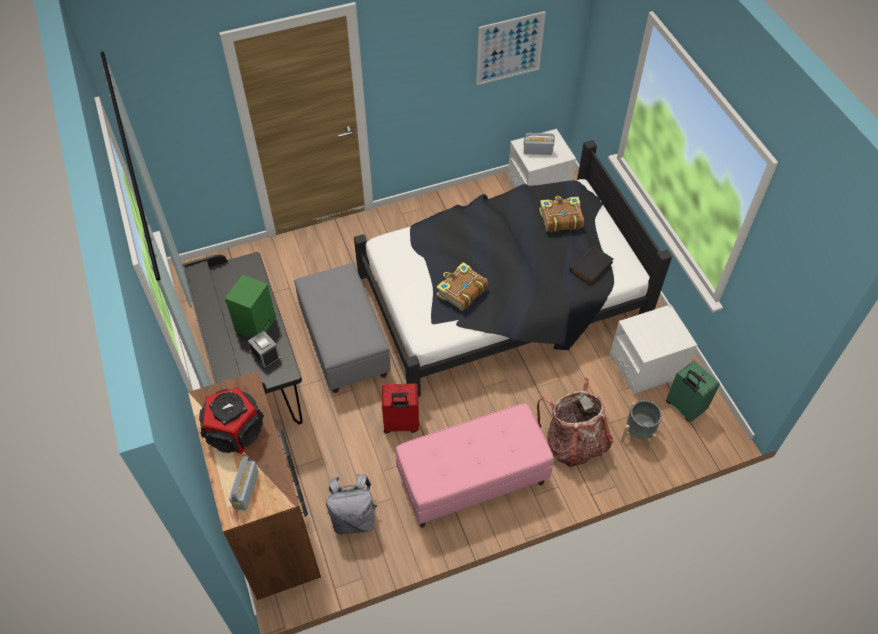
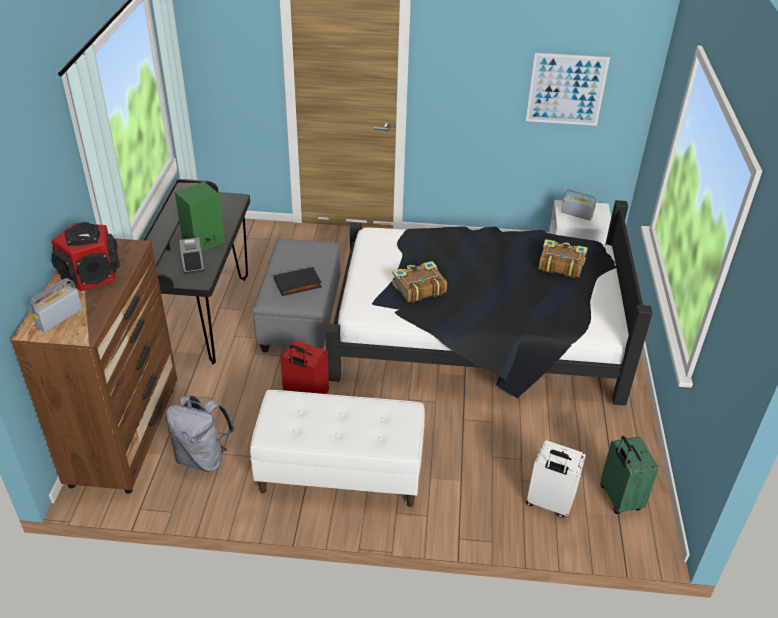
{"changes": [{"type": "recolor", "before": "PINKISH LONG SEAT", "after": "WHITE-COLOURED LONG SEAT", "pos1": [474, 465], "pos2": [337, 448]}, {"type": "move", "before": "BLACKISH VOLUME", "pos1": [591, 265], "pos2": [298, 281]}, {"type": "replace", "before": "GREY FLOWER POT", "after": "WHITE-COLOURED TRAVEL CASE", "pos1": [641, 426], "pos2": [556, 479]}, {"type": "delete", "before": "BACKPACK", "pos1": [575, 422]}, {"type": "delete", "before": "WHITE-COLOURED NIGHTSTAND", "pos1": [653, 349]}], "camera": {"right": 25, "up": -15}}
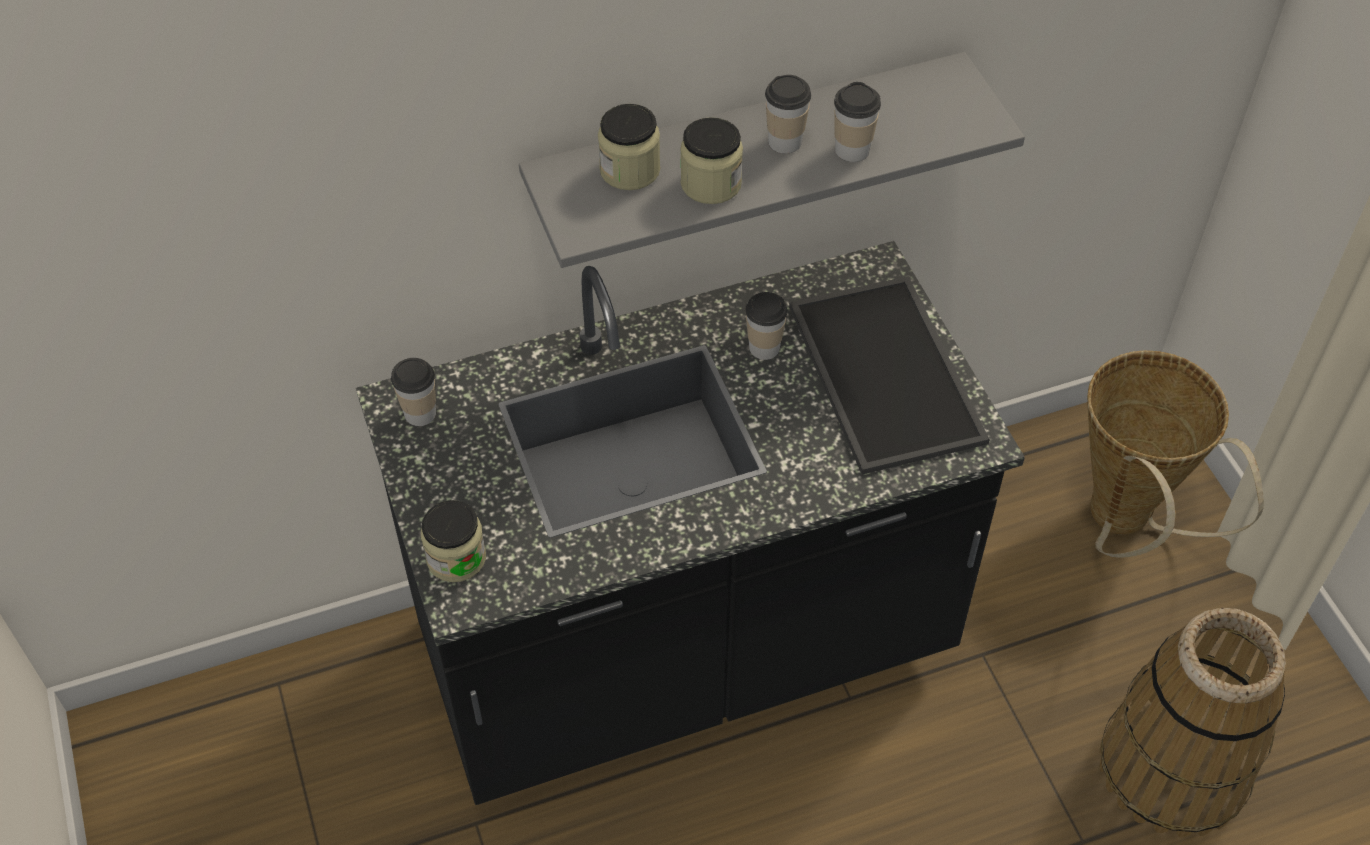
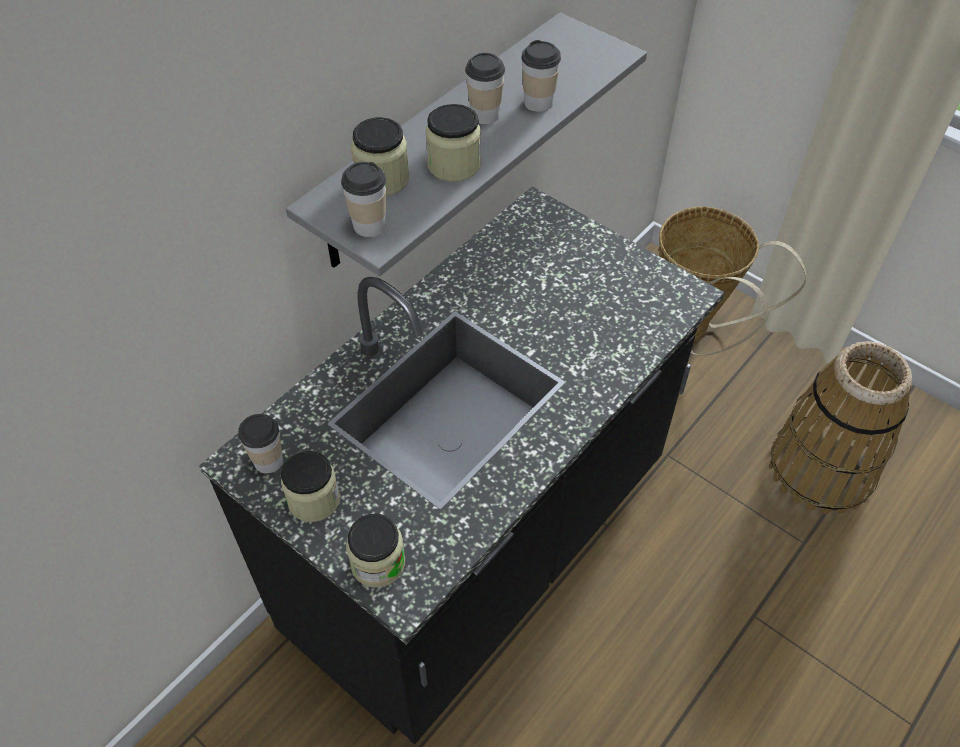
{"changes": [{"type": "insert", "after": "PRESERVE JAR", "pos2": [310, 486]}, {"type": "move", "before": "SMALL CUP", "pos1": [766, 326], "pos2": [363, 199]}, {"type": "delete", "before": "TRAY", "pos1": [889, 375]}], "camera": {"right": -30, "up": 0}}
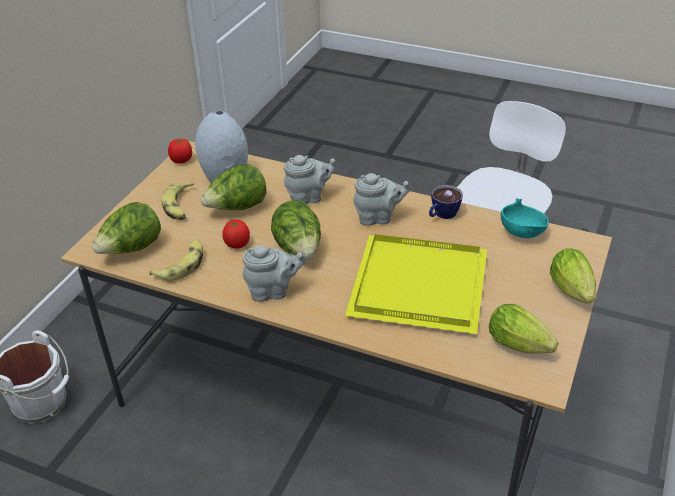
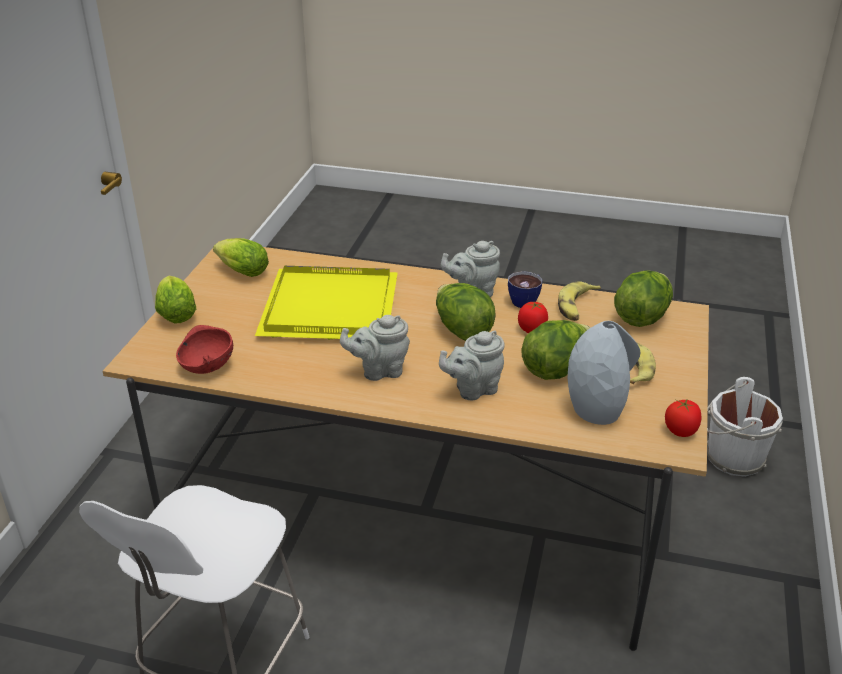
{"changes": [{"type": "recolor", "before": "TURQUOISE BOWL", "after": "RED-COLOURED BOWL", "pos1": [525, 218], "pos2": [204, 349]}, {"type": "move", "before": "SMALL CUP", "pos1": [446, 202], "pos2": [525, 289]}], "camera": {"right": 170, "up": -5}}
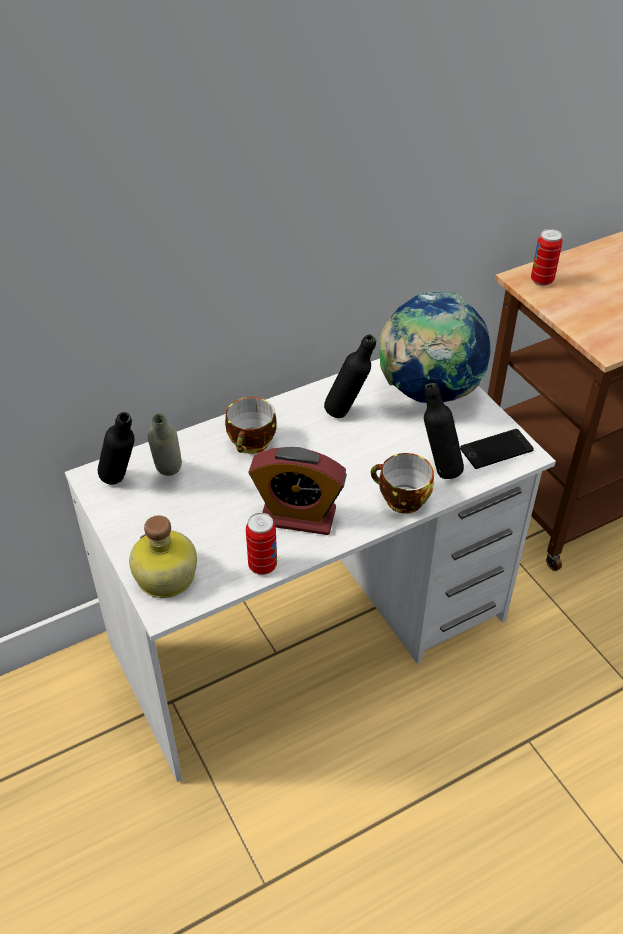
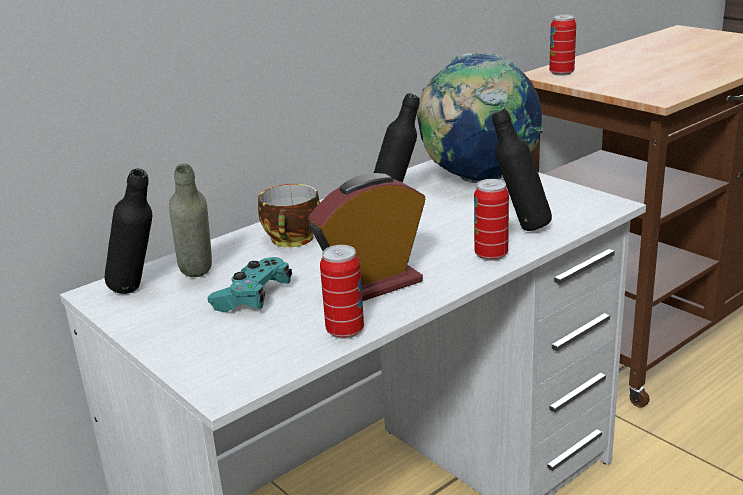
{"changes": [{"type": "insert", "after": "TURQUOISE GAME CONTROLLER", "pos2": [249, 284]}, {"type": "rotate", "before": "TABLE CLOCK", "pos1": [297, 491], "pos2": [367, 237], "turn": 150}, {"type": "replace", "before": "SMALL CUP", "after": "SEALED CAN", "pos1": [402, 483], "pos2": [491, 220]}, {"type": "delete", "before": "BOTTLE", "pos1": [163, 556]}, {"type": "delete", "before": "PHONE", "pos1": [497, 449]}], "camera": {"right": -10, "up": -20}}
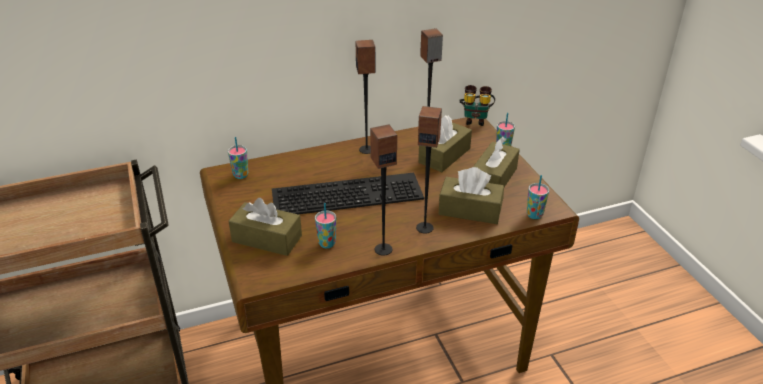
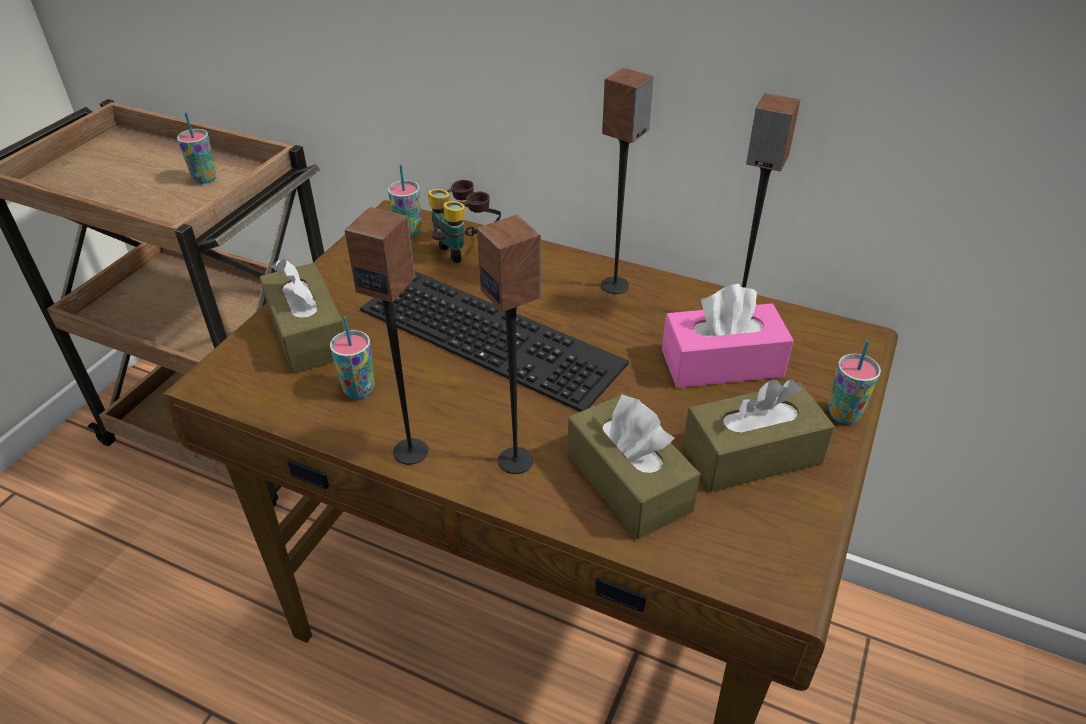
{"changes": [{"type": "move", "before": "SMALL CUP", "pos1": [538, 197], "pos2": [196, 148]}, {"type": "move", "before": "BINOCULARS", "pos1": [477, 105], "pos2": [464, 221]}, {"type": "recolor", "before": "BROWN-COLOURED TISSUE BOX", "after": "PINKISH TISSUE BOX", "pos1": [445, 143], "pos2": [728, 336]}], "camera": {"right": 45, "up": 5}}
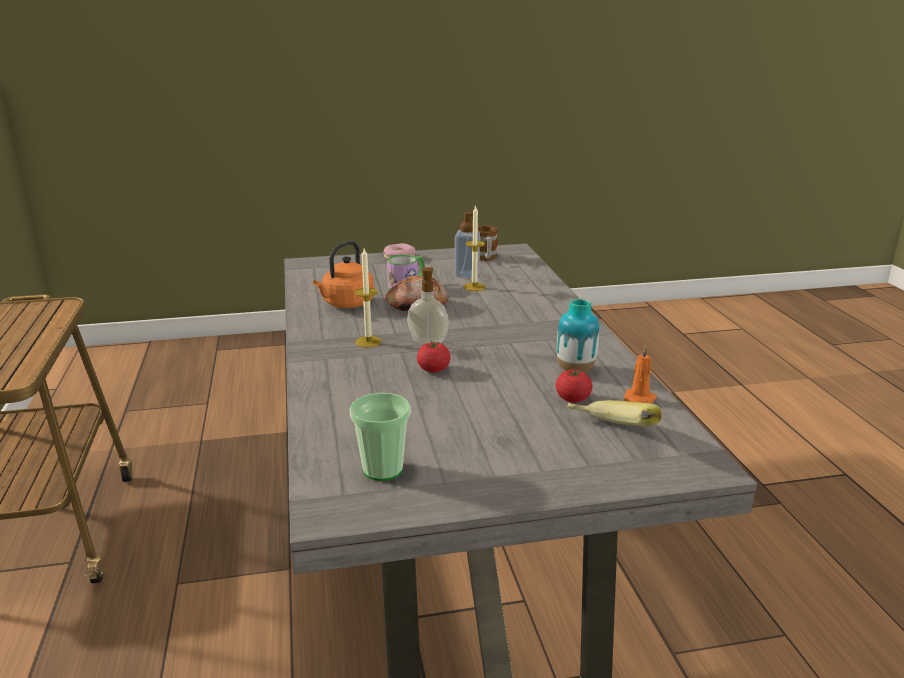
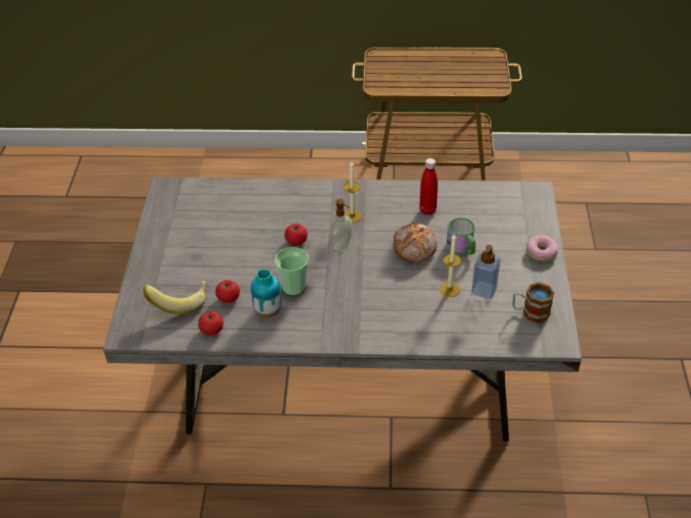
{"changes": [{"type": "replace", "before": "ORANGE-COLOURED WAX CANDLE", "after": "FRESH TOMATO", "pos1": [640, 374], "pos2": [211, 323]}, {"type": "move", "before": "SMALL CUP", "pos1": [380, 437], "pos2": [292, 271]}, {"type": "replace", "before": "ORANGE-COLOURED TEA KETTLE", "after": "RED-COLOURED BOTTLE", "pos1": [343, 274], "pos2": [429, 186]}], "camera": {"right": 105, "up": 20}}
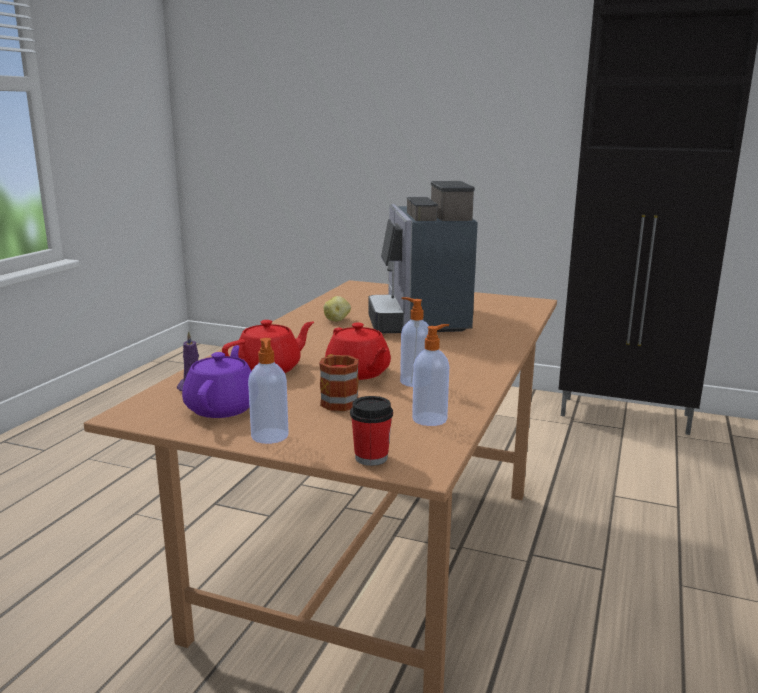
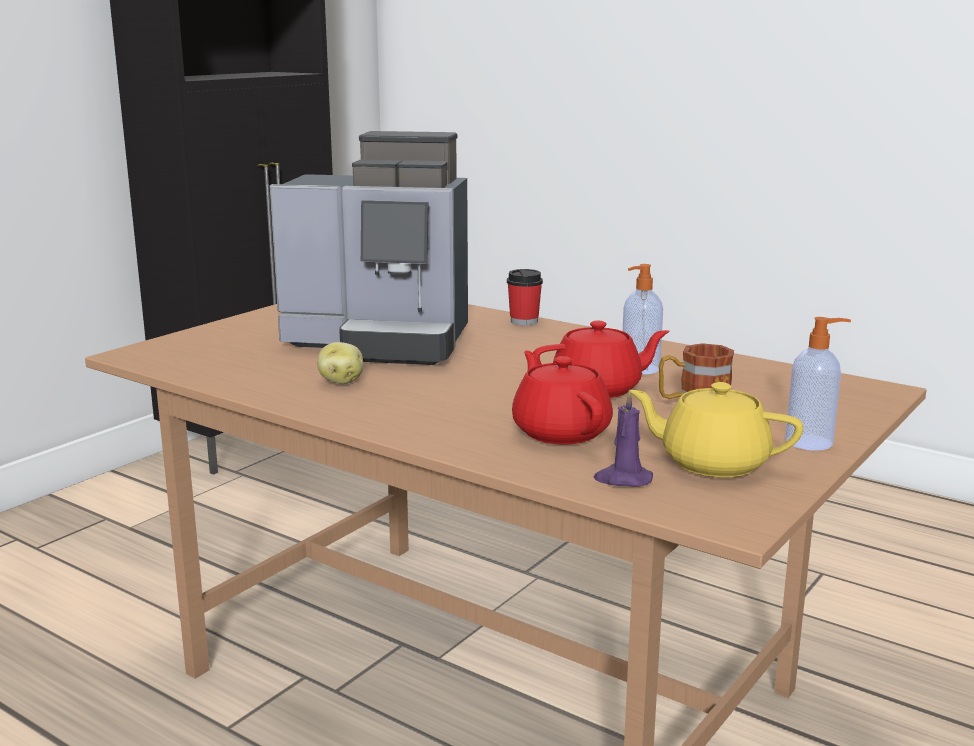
{"changes": [{"type": "move", "before": "SMALL CUP", "pos1": [371, 431], "pos2": [525, 297]}, {"type": "recolor", "before": "PURPLE-COLOURED POT FOR TEA", "after": "YELLOWISH POT FOR TEA", "pos1": [216, 381], "pos2": [715, 430]}, {"type": "delete", "before": "SOAP DISPENSER", "pos1": [430, 375]}], "camera": {"right": -75, "up": 0}}
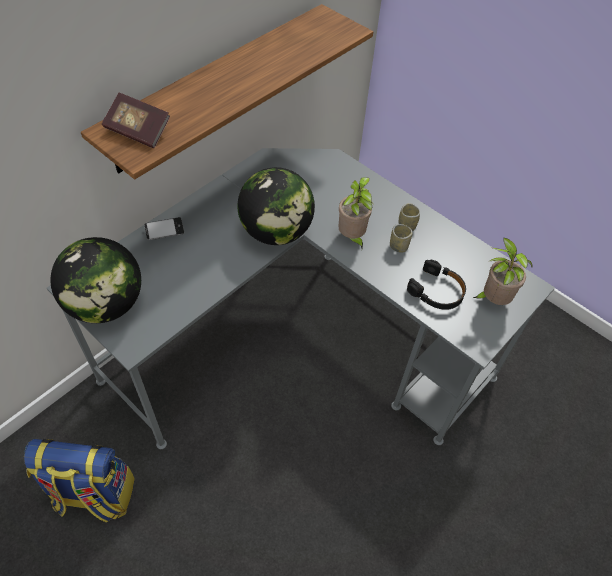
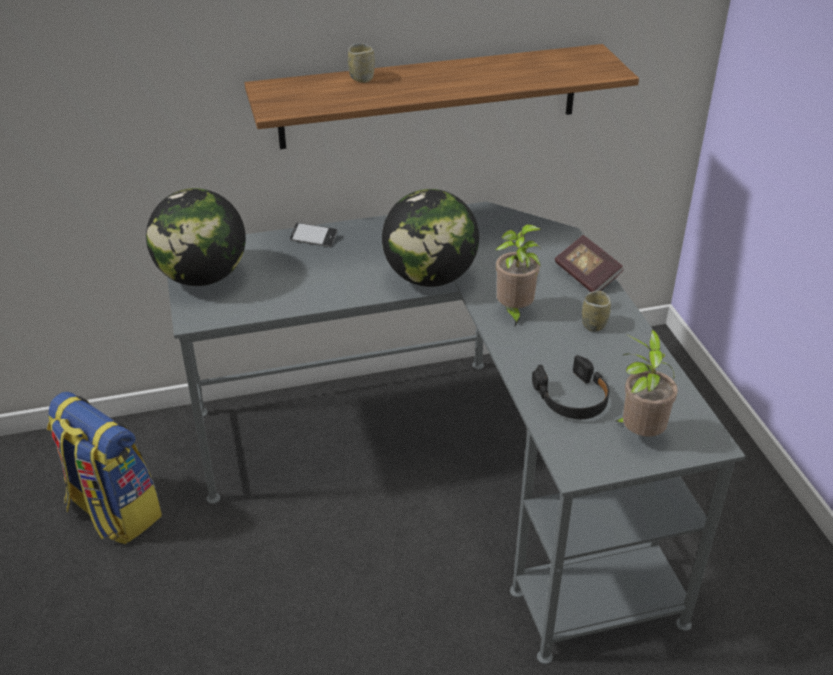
{"changes": [{"type": "move", "before": "SMALL CUP", "pos1": [401, 238], "pos2": [361, 63]}, {"type": "move", "before": "VOLUME", "pos1": [136, 120], "pos2": [589, 263]}], "camera": {"right": 35, "up": -15}}
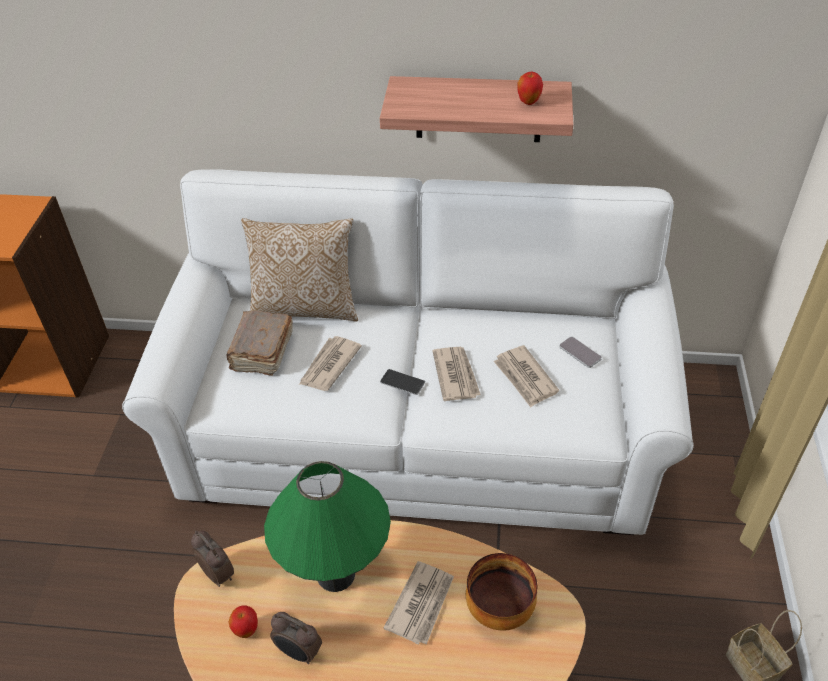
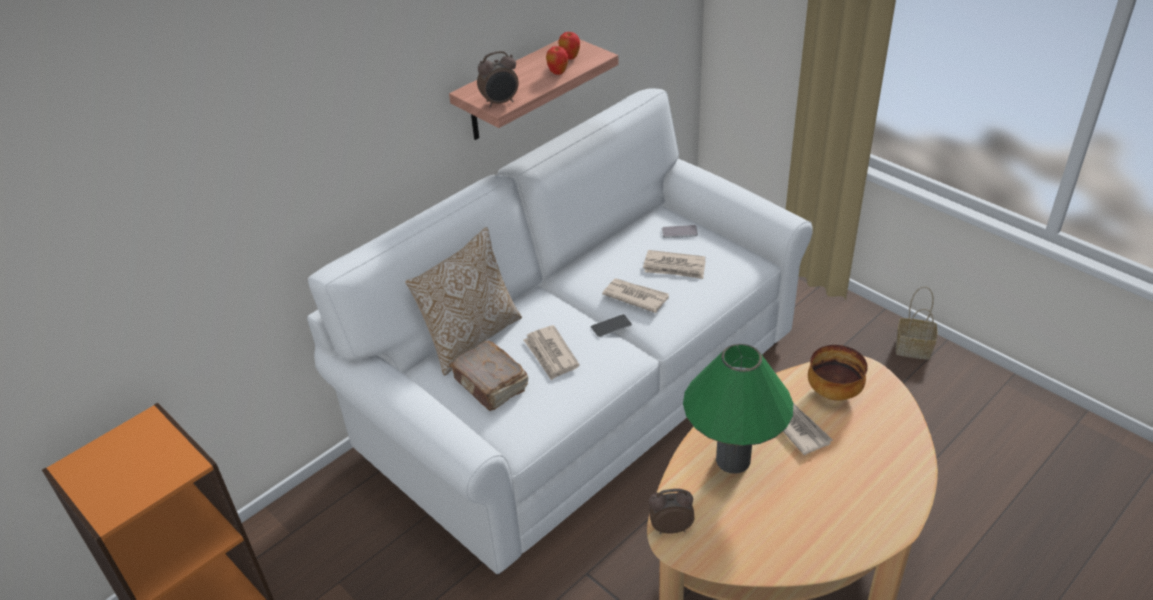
{"changes": [{"type": "move", "before": "TABLE CLOCK", "pos1": [296, 638], "pos2": [498, 79]}, {"type": "move", "before": "APPLE FRUIT", "pos1": [243, 621], "pos2": [557, 60]}], "camera": {"right": -50, "up": -5}}
